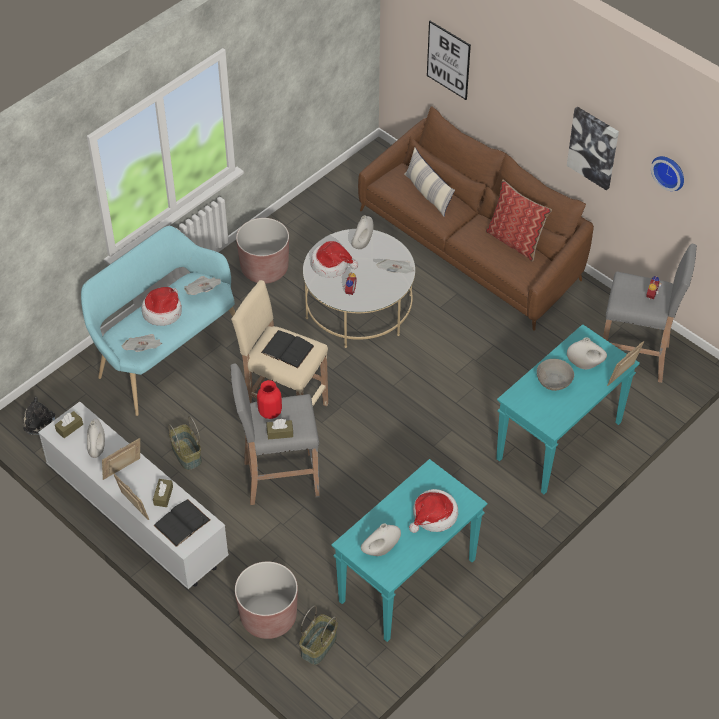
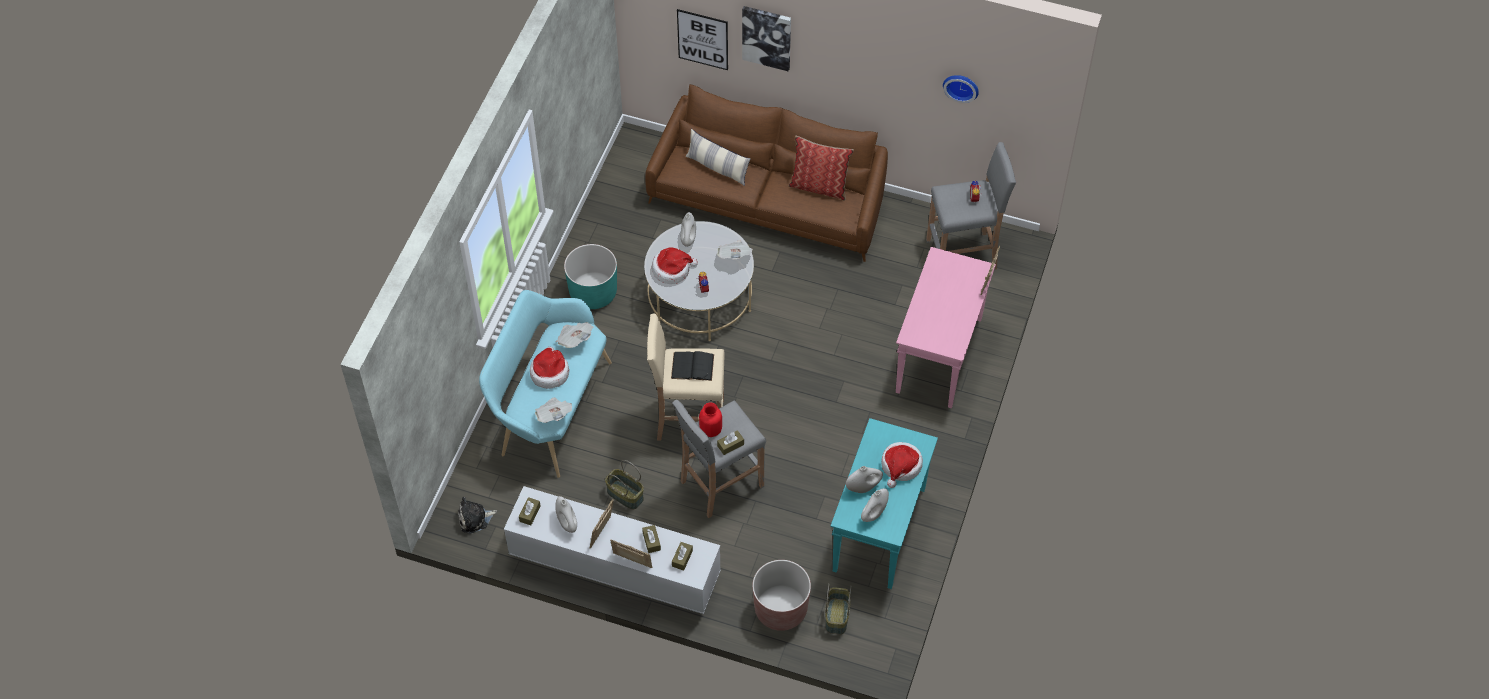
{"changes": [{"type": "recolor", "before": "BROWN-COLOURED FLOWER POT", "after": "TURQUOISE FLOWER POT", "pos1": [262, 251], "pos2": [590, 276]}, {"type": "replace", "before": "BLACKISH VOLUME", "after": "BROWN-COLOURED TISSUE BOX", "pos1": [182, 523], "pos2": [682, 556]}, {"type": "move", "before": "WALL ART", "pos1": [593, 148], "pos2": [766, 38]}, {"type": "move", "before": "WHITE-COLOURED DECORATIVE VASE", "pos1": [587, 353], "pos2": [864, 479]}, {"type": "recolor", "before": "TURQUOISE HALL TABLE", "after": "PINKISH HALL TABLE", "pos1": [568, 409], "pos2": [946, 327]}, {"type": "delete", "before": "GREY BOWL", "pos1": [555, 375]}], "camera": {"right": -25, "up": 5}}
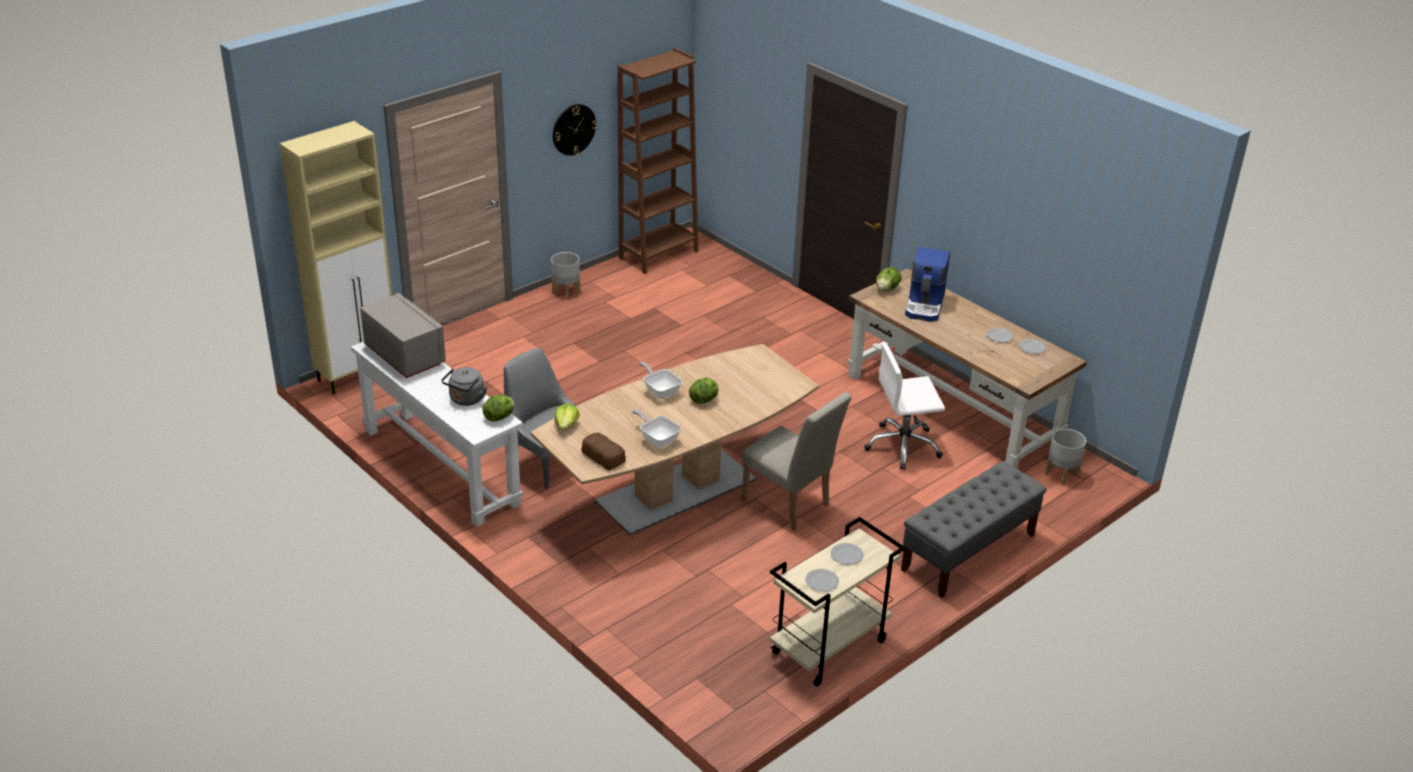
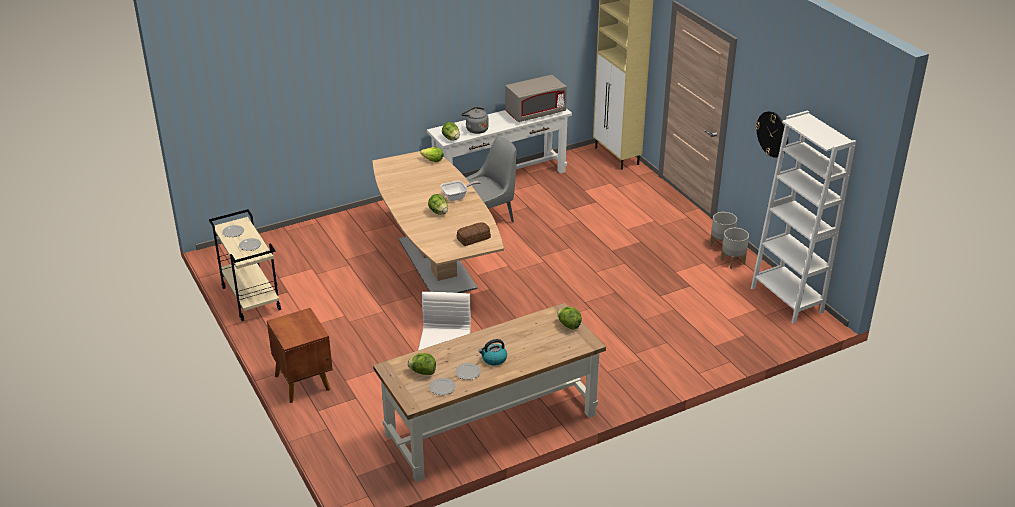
{"changes": [{"type": "replace", "before": "GREY LONG SEAT", "after": "BROWN-COLOURED NIGHTSTAND", "pos1": [974, 529], "pos2": [300, 355]}, {"type": "insert", "after": "LETTUCE HEAD", "pos2": [421, 364]}, {"type": "move", "before": "BREAD", "pos1": [603, 452], "pos2": [474, 234]}, {"type": "insert", "after": "TEA KETTLE", "pos2": [493, 352]}, {"type": "move", "before": "GREY FLOWER POT", "pos1": [1065, 457], "pos2": [735, 248]}, {"type": "recolor", "before": "BROWN-COLOURED SHELVING UNIT", "after": "WHITE-COLOURED SHELVING UNIT", "pos1": [657, 161], "pos2": [803, 217]}, {"type": "delete", "before": "FRYING PAN", "pos1": [657, 429]}, {"type": "delete", "before": "BEIGE-COLOURED PLAIN CHAIR", "pos1": [796, 461]}, {"type": "delete", "before": "COFFEE BREWER", "pos1": [927, 284]}], "camera": {"right": 105, "up": 0}}
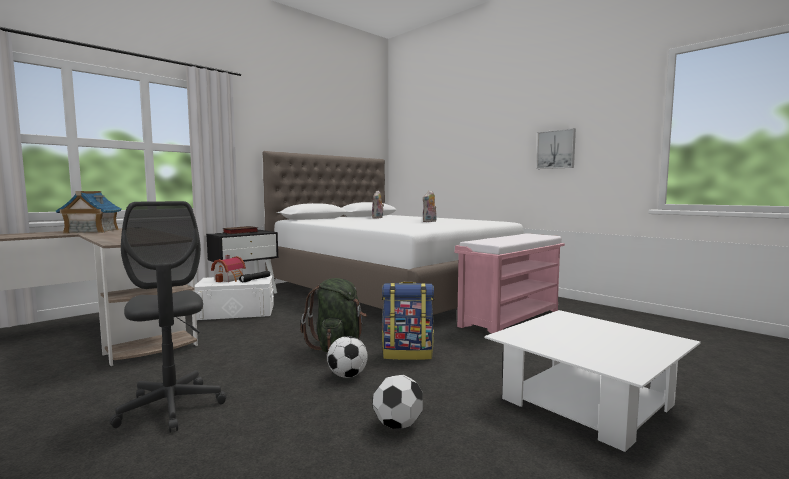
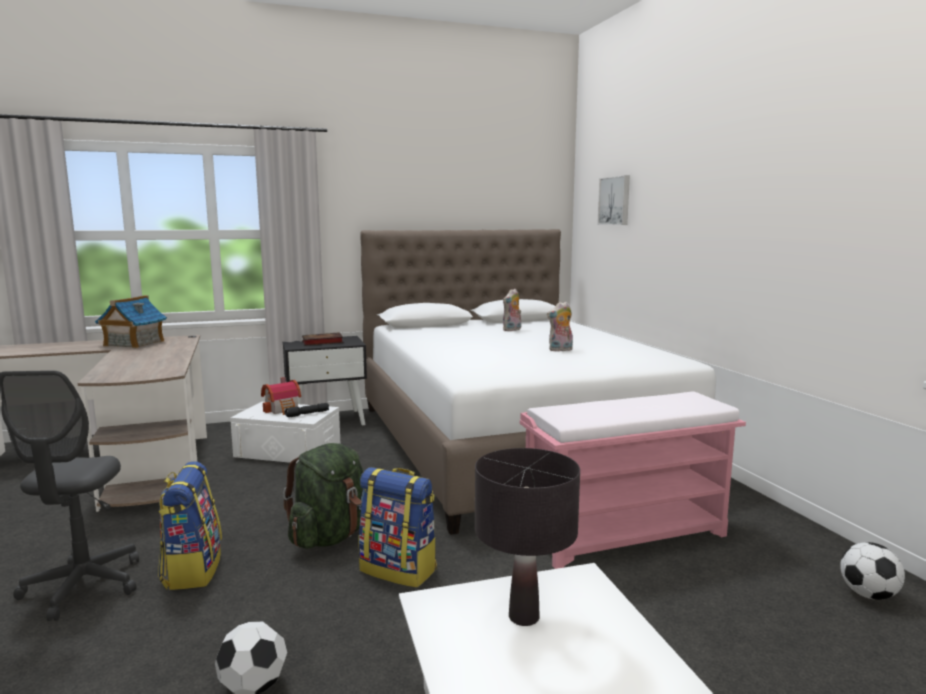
{"changes": [{"type": "insert", "after": "BACKPACK", "pos2": [190, 525]}, {"type": "insert", "after": "BLACKISH TABLETOP LAMP", "pos2": [527, 537]}, {"type": "move", "before": "WALL ART", "pos1": [556, 148], "pos2": [613, 200]}, {"type": "move", "before": "FOOTBALL BALL", "pos1": [347, 357], "pos2": [872, 571]}], "camera": {"right": 25, "up": 5}}
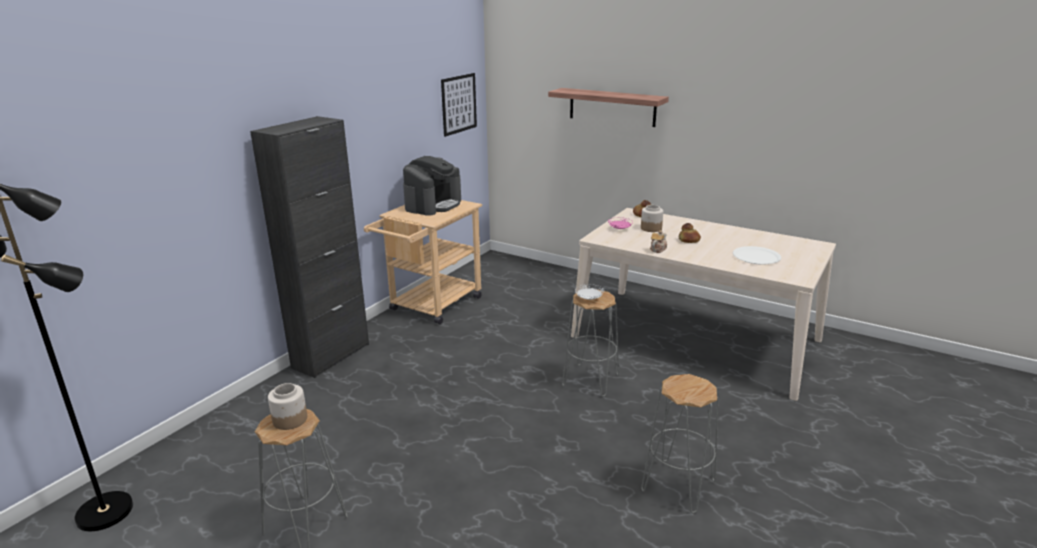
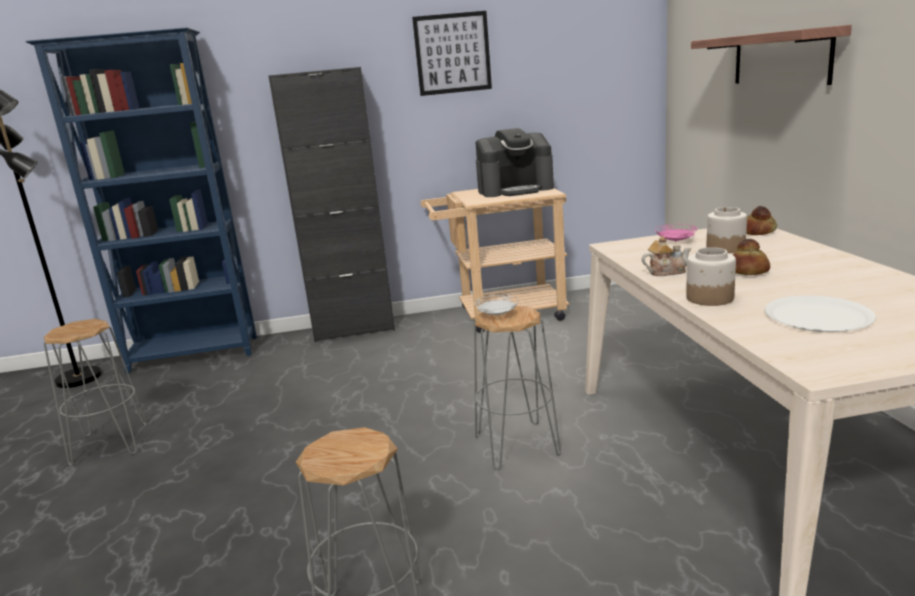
{"changes": [{"type": "insert", "after": "BLUE SHELVING UNIT", "pos2": [141, 200]}, {"type": "move", "before": "WALL ART", "pos1": [459, 105], "pos2": [452, 53]}, {"type": "move", "before": "PRESERVE JAR", "pos1": [287, 406], "pos2": [711, 276]}], "camera": {"right": 50, "up": -5}}
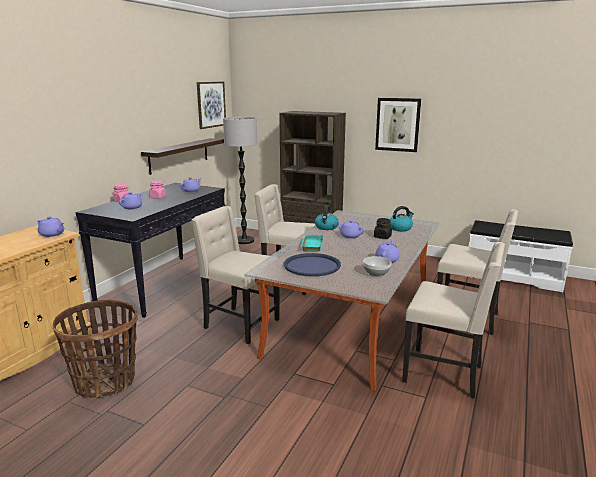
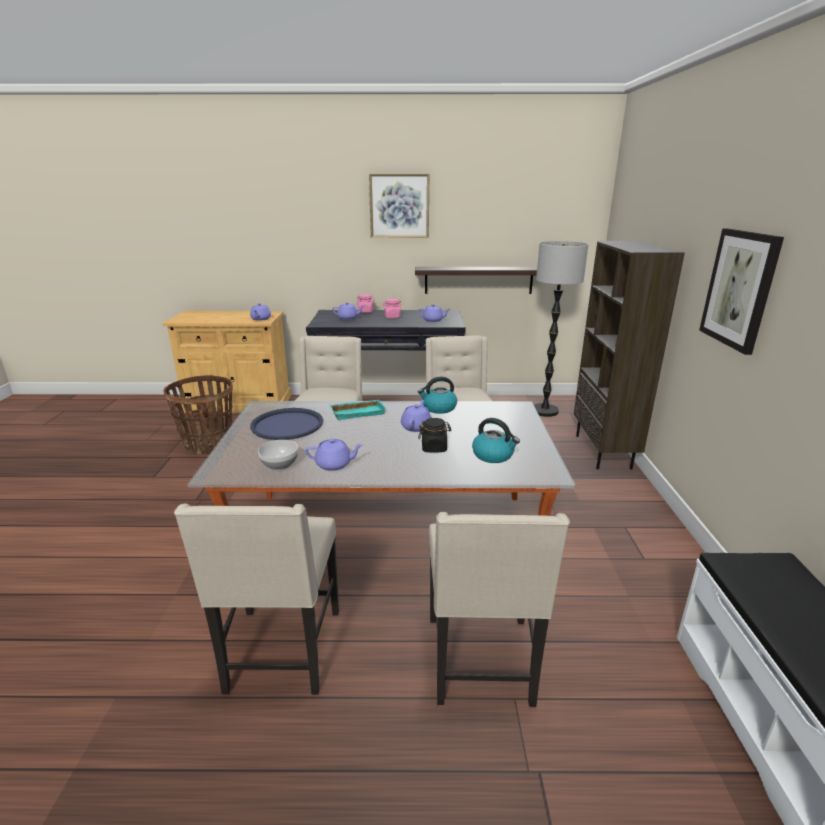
{"changes": [{"type": "move", "before": "WALL ART", "pos1": [211, 105], "pos2": [399, 206]}], "camera": {"right": 65, "up": 5}}
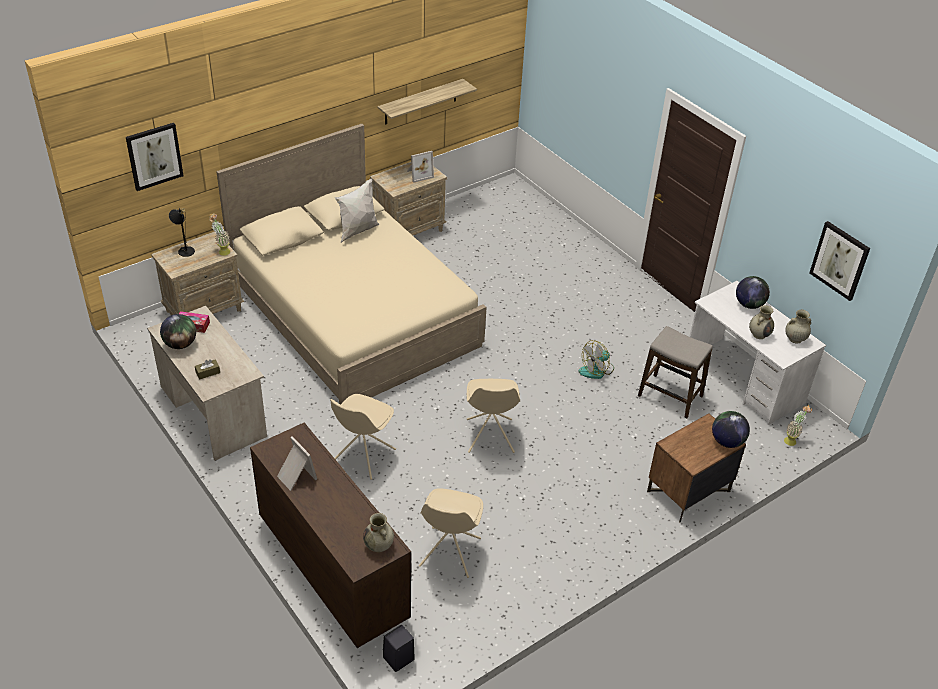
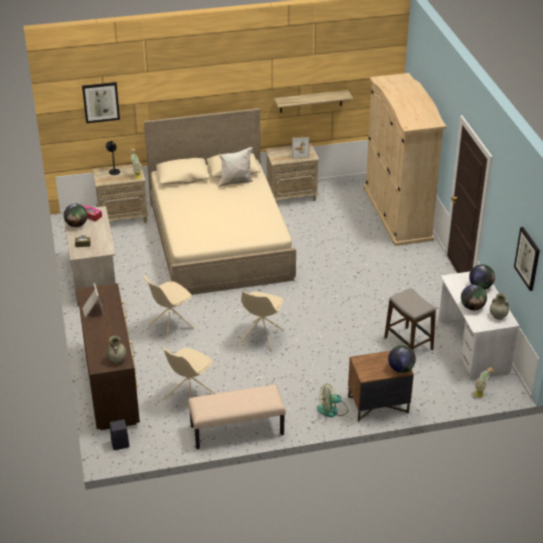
{"changes": [{"type": "insert", "after": "BEIGE-COLOURED LONG SEAT", "pos2": [237, 417]}, {"type": "move", "before": "ELECTRIC FAN", "pos1": [596, 359], "pos2": [332, 400]}, {"type": "insert", "after": "BEIGE-COLOURED CLOTHES CUPBOARD", "pos2": [404, 159]}, {"type": "replace", "before": "BEIGE-COLOURED DECORATIVE VASE", "after": "WORLD GLOBE", "pos1": [761, 322], "pos2": [474, 297]}], "camera": {"right": 25, "up": -5}}
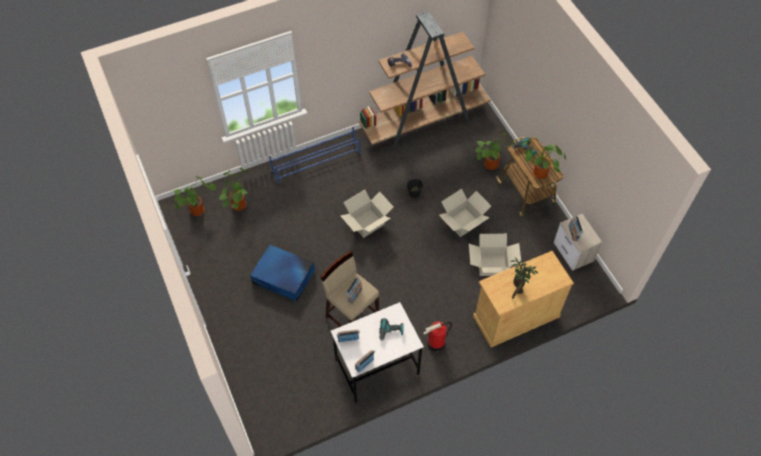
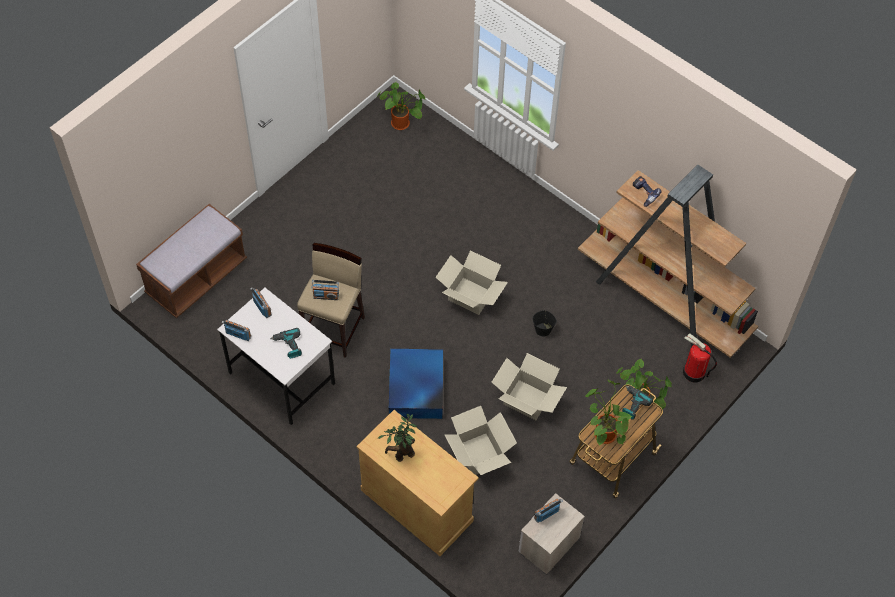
{"changes": [{"type": "insert", "after": "BROWN-COLOURED LONG SEAT", "pos2": [191, 261]}, {"type": "move", "before": "BLUE STORAGE CONTAINER", "pos1": [282, 272], "pos2": [416, 384]}, {"type": "move", "before": "EXTINGUISHER", "pos1": [437, 336], "pos2": [700, 357]}, {"type": "delete", "before": "POTTED PLANT", "pos1": [233, 189]}, {"type": "delete", "before": "BLUE SHOE RACK", "pos1": [315, 156]}], "camera": {"right": 65, "up": 0}}
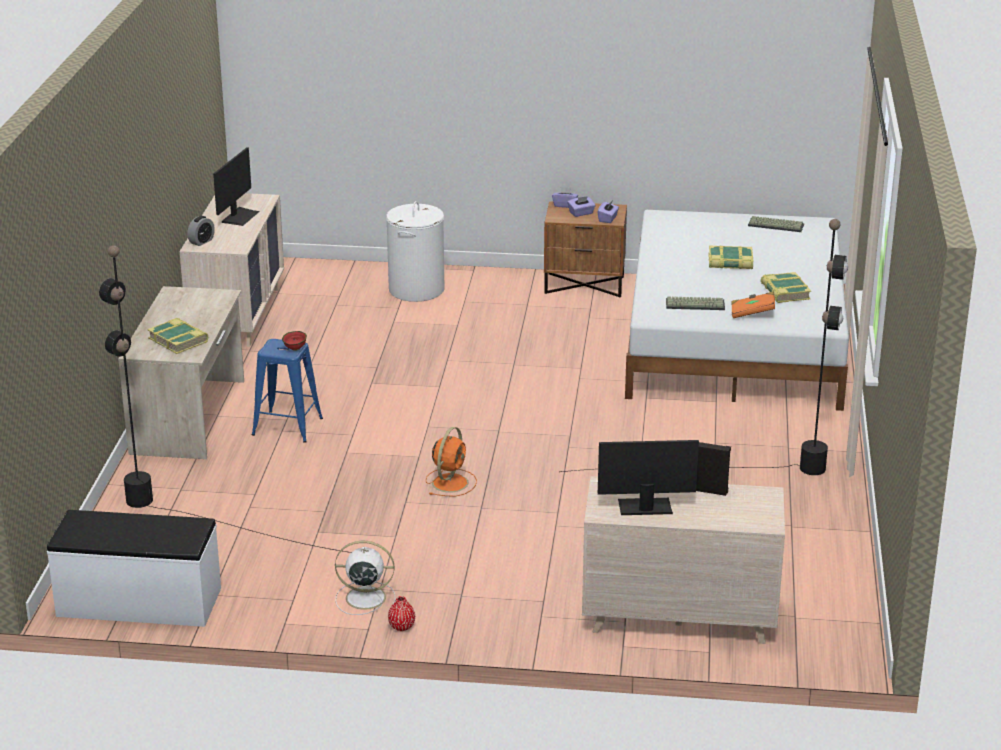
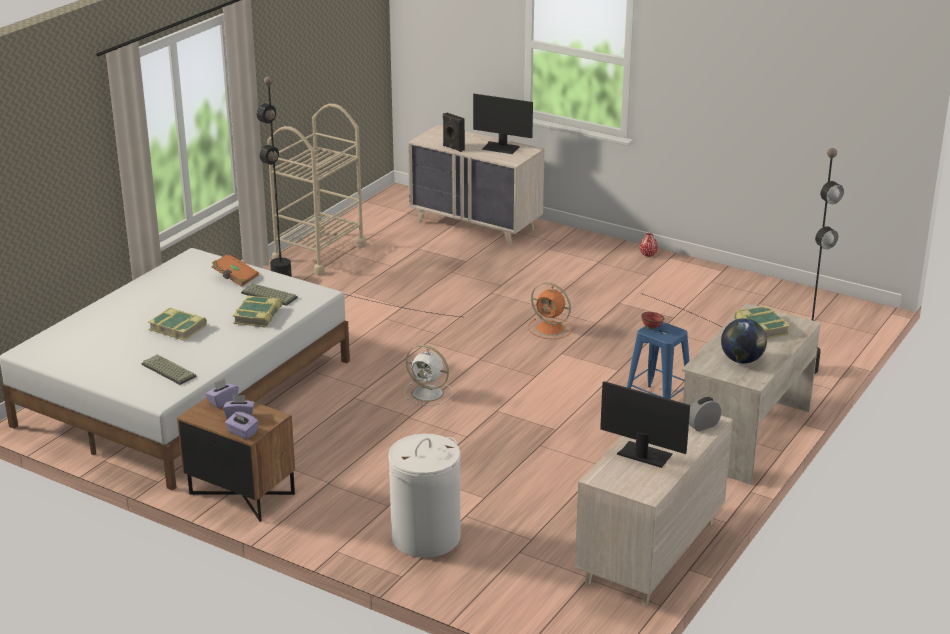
{"changes": [{"type": "move", "before": "KEYBOARD", "pos1": [776, 224], "pos2": [169, 369]}, {"type": "move", "before": "VOLUME", "pos1": [786, 287], "pos2": [257, 312]}, {"type": "insert", "after": "BEIGE-COLOURED TROLLEY", "pos2": [316, 189]}, {"type": "move", "before": "WHITE-COLOURED ELECTRIC FAN", "pos1": [365, 578], "pos2": [428, 375]}, {"type": "rotate", "before": "ORANGE-COLOURED ELECTRIC FAN", "pos1": [451, 461], "pos2": [551, 311], "turn": -105}, {"type": "rotate", "before": "COMPUTER DISPLAY", "pos1": [236, 186], "pos2": [645, 424], "turn": 75}, {"type": "insert", "after": "WORLD GLOBE", "pos2": [744, 340]}, {"type": "delete", "before": "WHITE-COLOURED LONG SEAT", "pos1": [134, 568]}], "camera": {"right": -155, "up": 0}}
